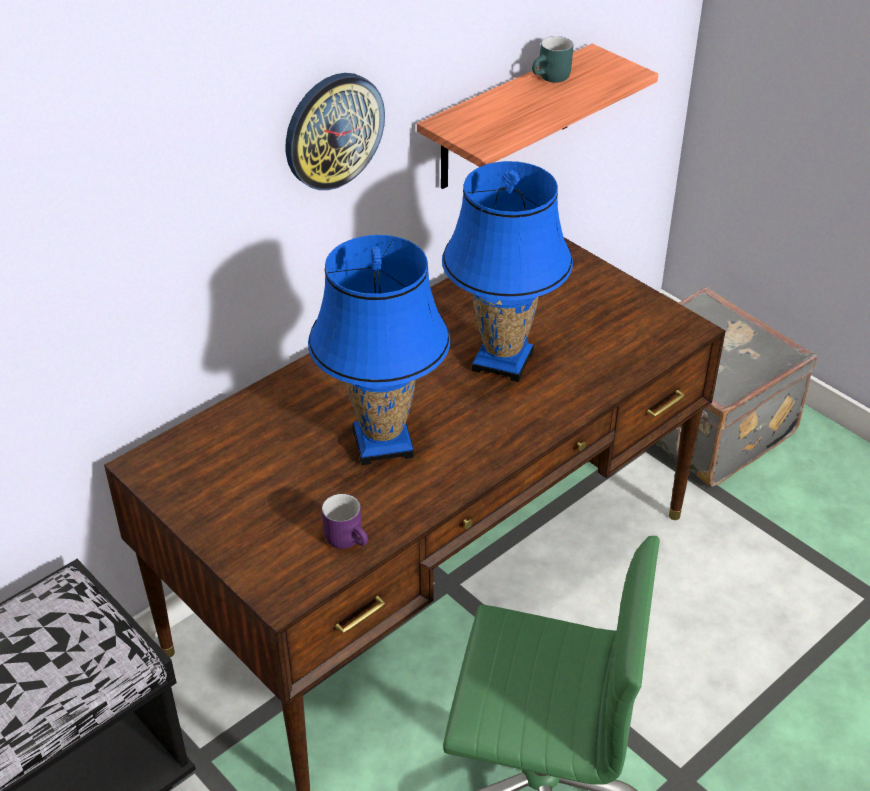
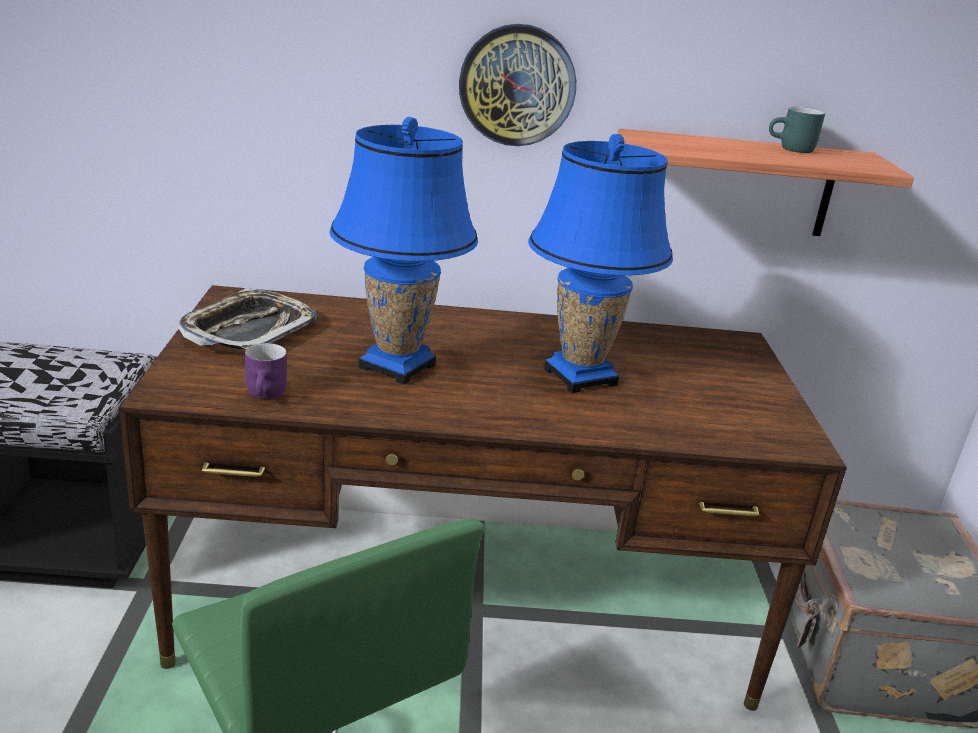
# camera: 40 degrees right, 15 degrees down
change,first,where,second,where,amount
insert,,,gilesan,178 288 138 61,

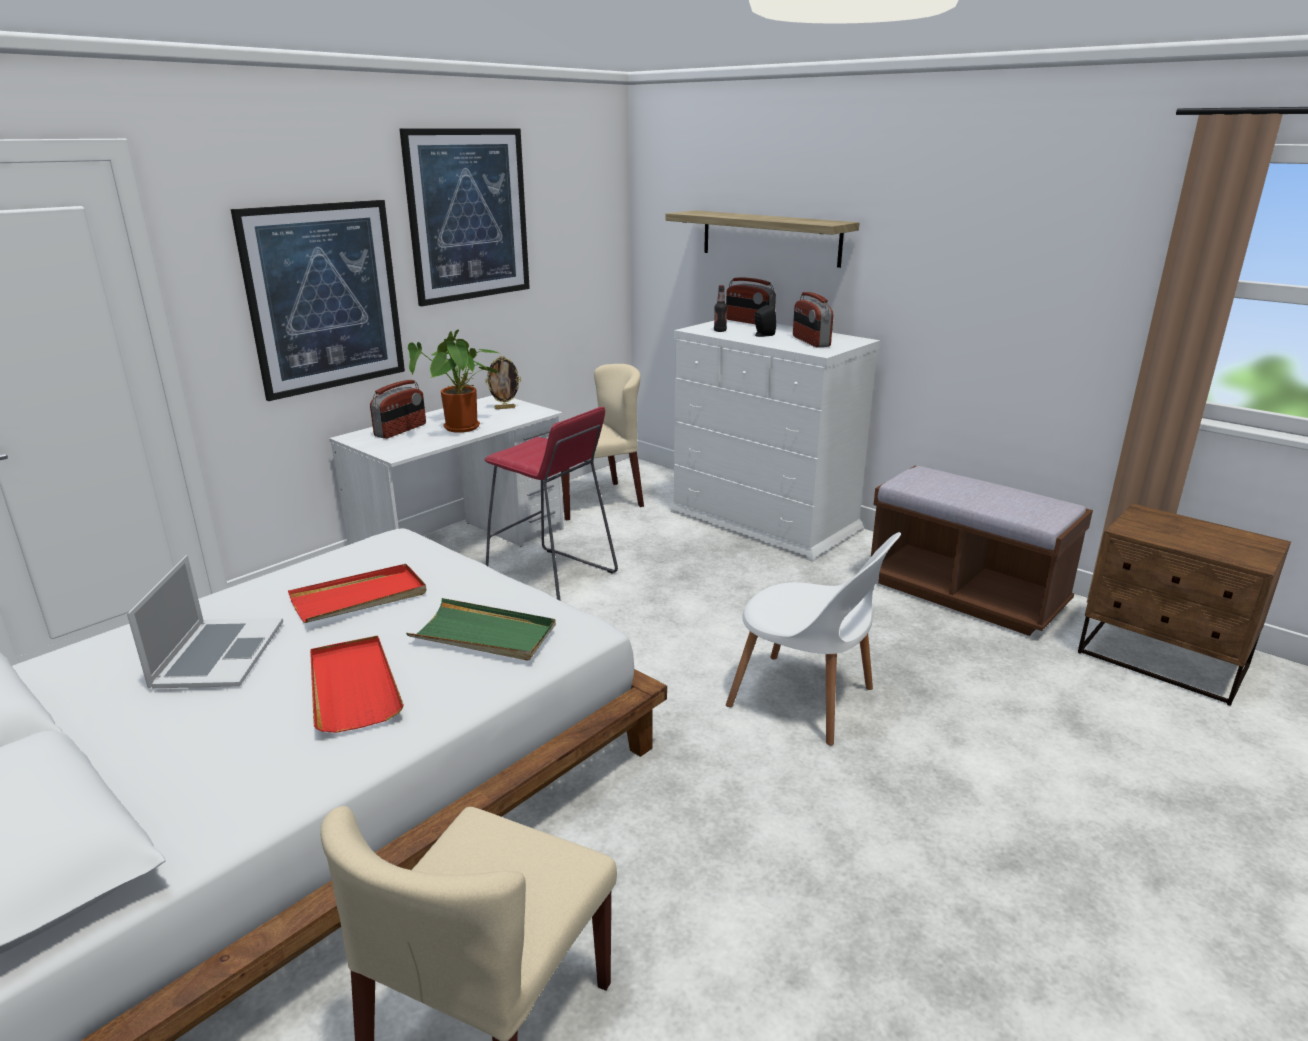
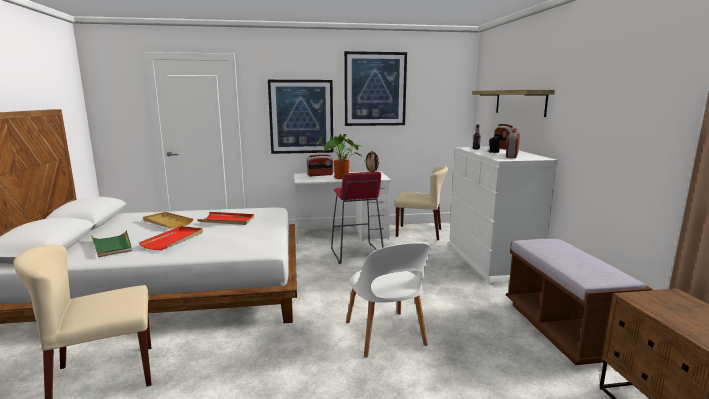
# camera: 40 degrees right, 10 degrees down
change,first,where,second,where,amount
move,green_gilesan,406 598 150 63,,91 230 41 27,
replace,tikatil,127 555 156 133,beige_gilesan,143 212 50 17,

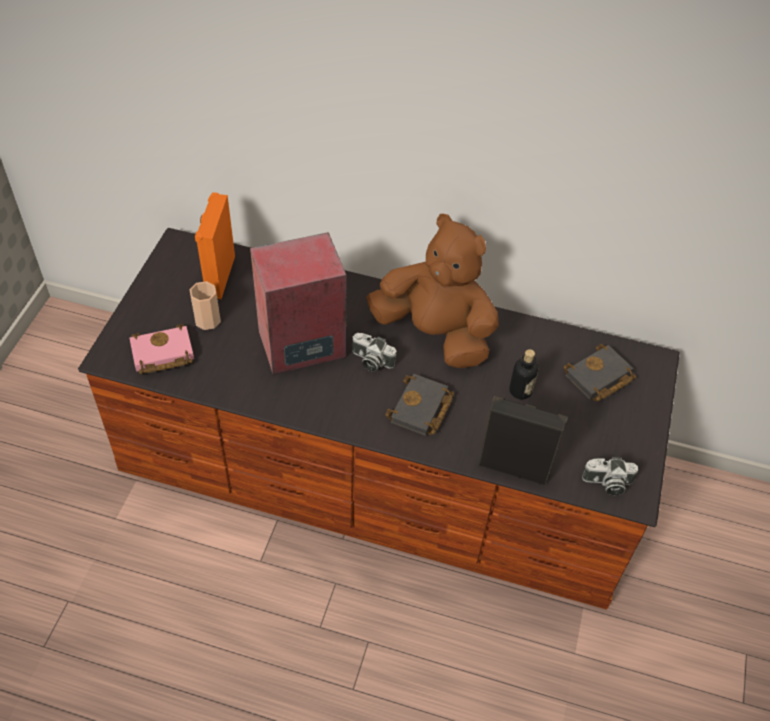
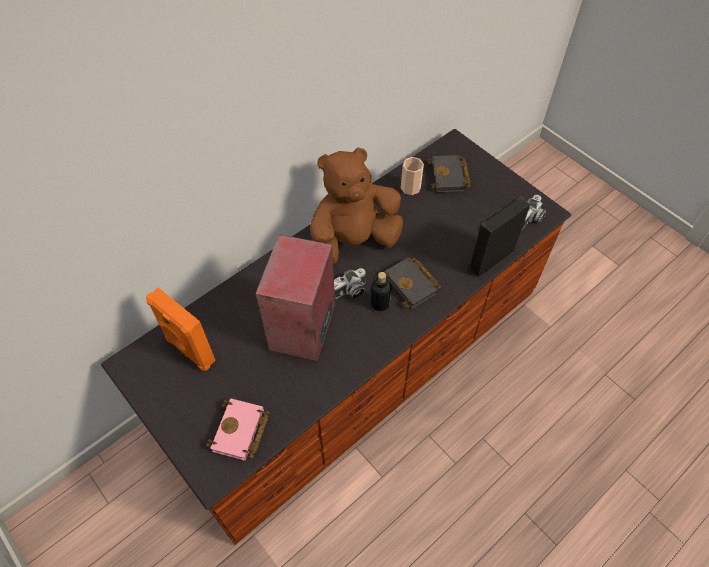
# camera: 55 degrees left, 5 degrees up
change,first,where,second,where,amount
move,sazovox,509 349 29 50,,371 272 20 39,
move,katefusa,190 281 31 49,,401 157 23 38,

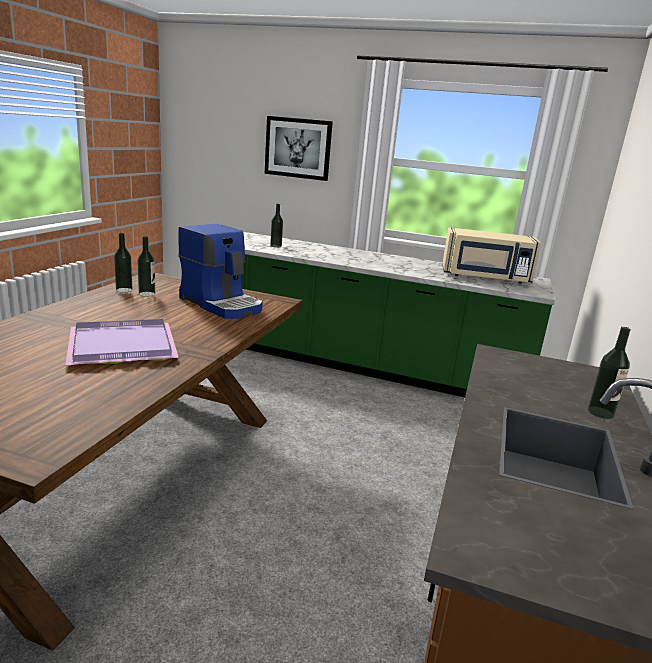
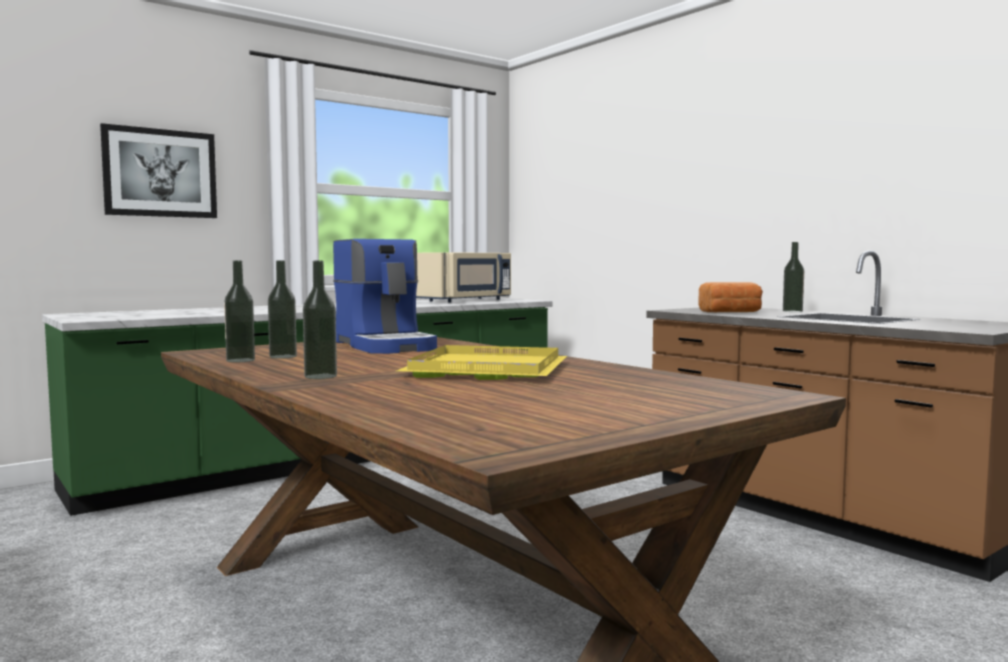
# camera: 55 degrees left, 15 degrees down
change,first,where,second,where,amount
move,sazovox,270 204 13 44,,303 261 34 118,
rotate,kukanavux,178 224 85 95,,333 239 104 115,75 degrees clockwise
recolor,purple_gilesan,66 319 113 46,yellow_gilesan,397 345 170 35,
insert,,,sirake,698 282 65 30,

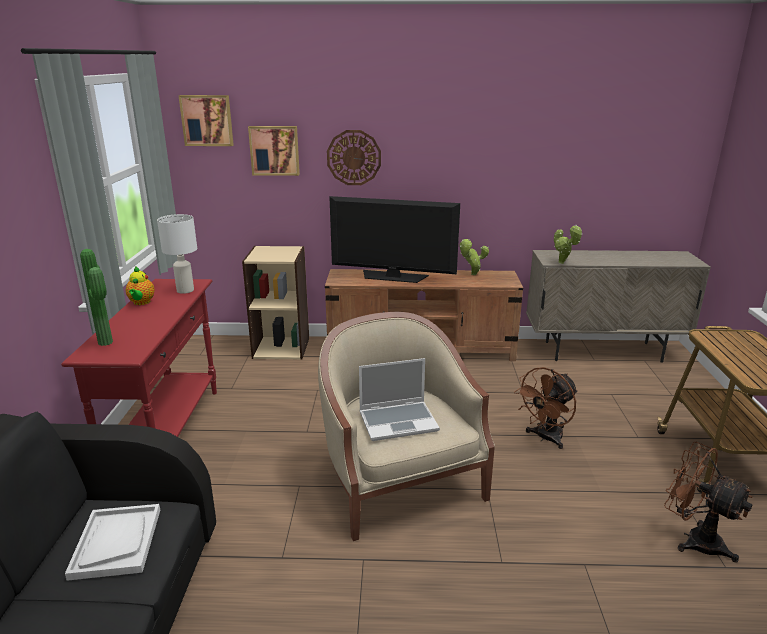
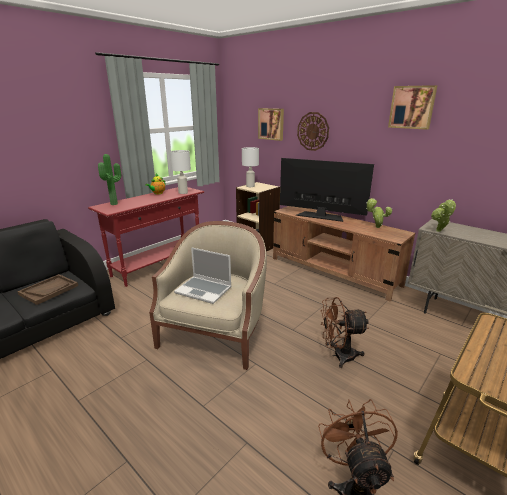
# camera: 40 degrees right, 0 degrees up
change,first,where,second,where,amount
recolor,white_gilesan,65 504 95 77,brown_gilesan,17 274 61 31,
insert,,,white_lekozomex,242 147 17 40,
rotate,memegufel,329 196 131 87,,280 158 94 64,150 degrees clockwise
move,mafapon,178 95 56 51,,388 85 50 45,

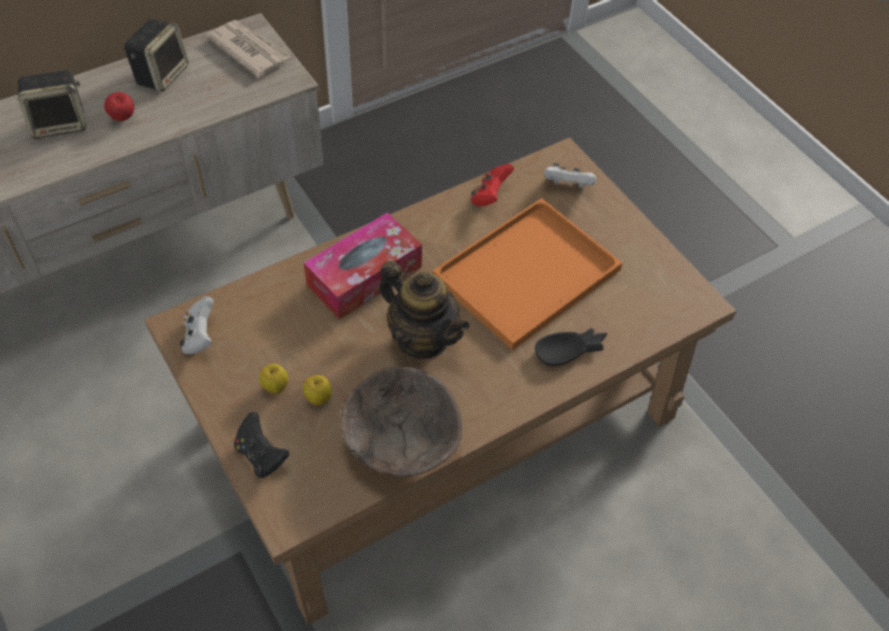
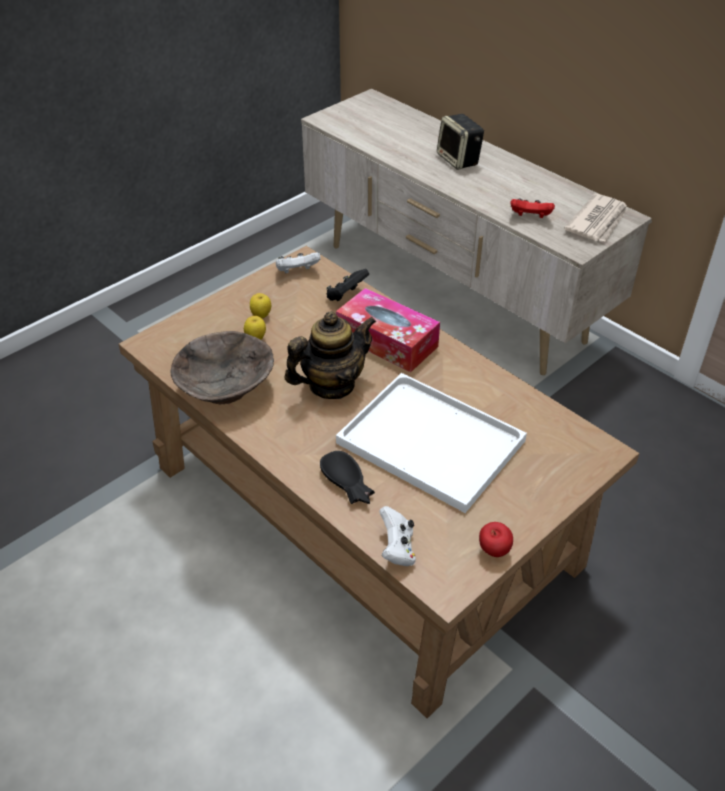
# camera: 80 degrees right, 10 degrees down
change,first,where,second,where,amount
rotate,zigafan,379 261 90 98,,284 311 92 88,150 degrees counterclockwise
move,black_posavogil,234 412 55 66,,326 269 43 32,
recolor,orange_gilesan,433 198 189 152,white_gilesan,336 373 191 140,
move,white_posavogil,544 163 52 25,,379 506 37 60,
move,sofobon,104 92 30 29,,479 522 34 35,
move,red_posavogil,471 164 43 42,,510 198 45 20,
delete,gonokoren,124 19 64 73,,,

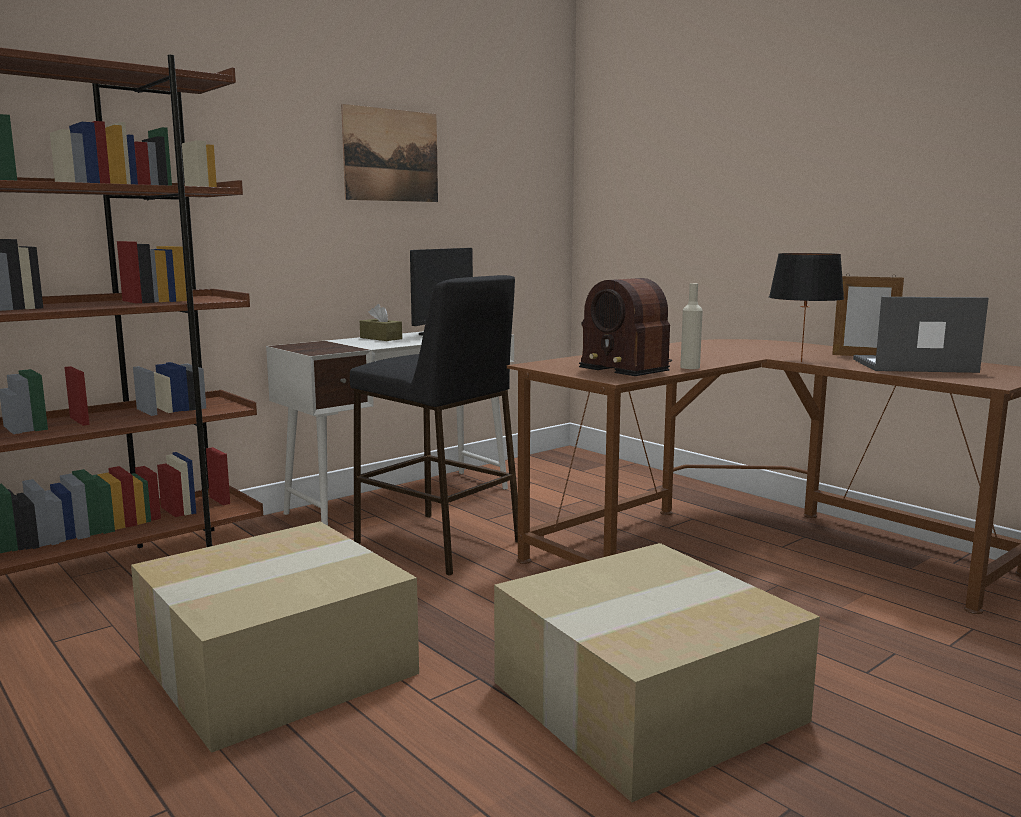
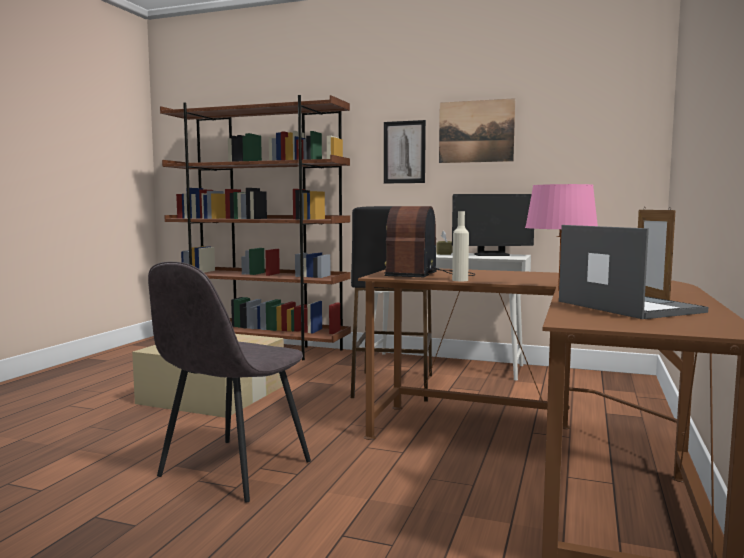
# camera: 60 degrees right, 5 degrees down
change,first,where,second,where,amount
replace,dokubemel,494 543 326 259,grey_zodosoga,148 262 163 241,
insert,,,mafapon,384 120 42 64,
recolor,black_lekozomex,769 253 75 109,pink_lekozomex,525 184 73 107,

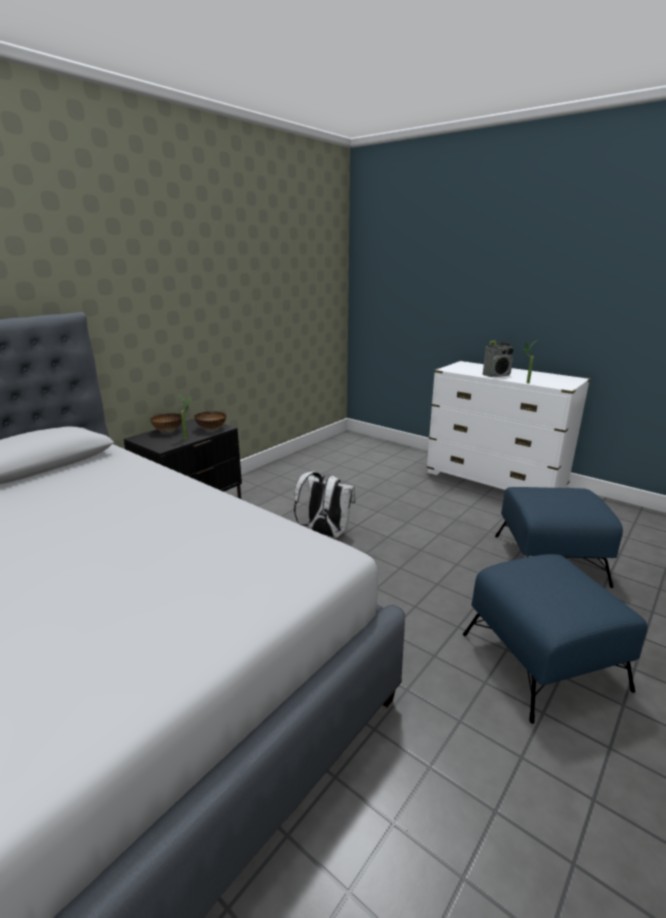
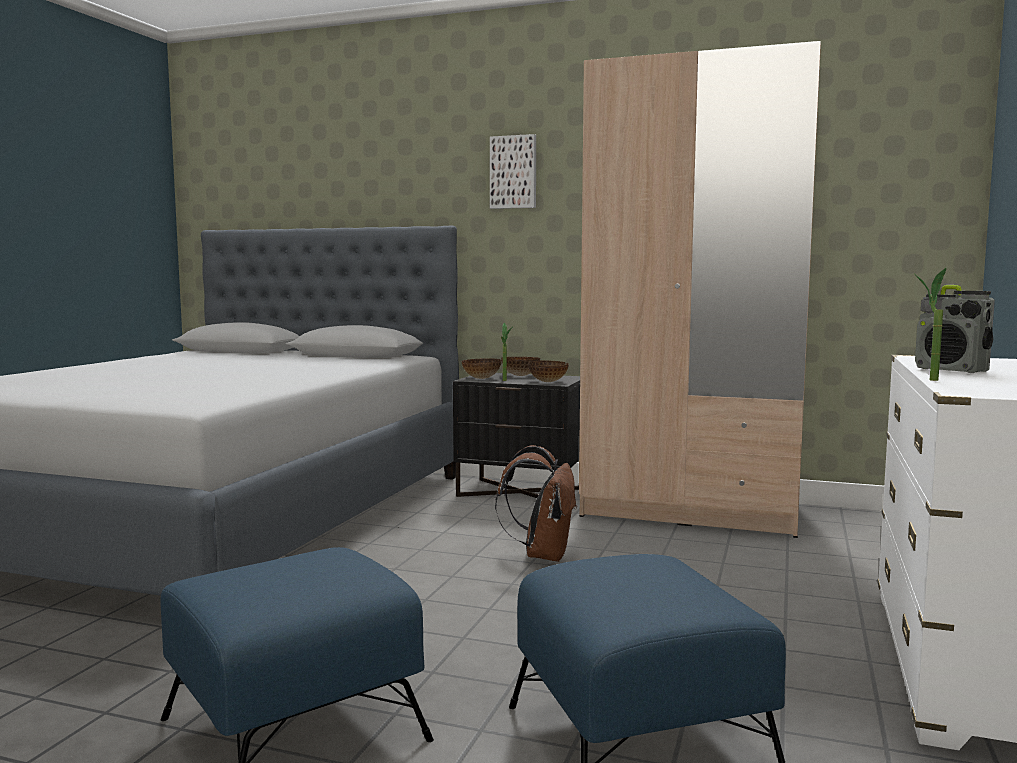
# camera: 70 degrees right, 15 degrees down
change,first,where,second,where,amount
insert,,,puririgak,462 358 40 21,
insert,,,mafapon,490 134 46 75,
recolor,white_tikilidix,294 471 62 67,brown_tikilidix,495 445 82 117,
insert,,,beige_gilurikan,579 41 242 497,

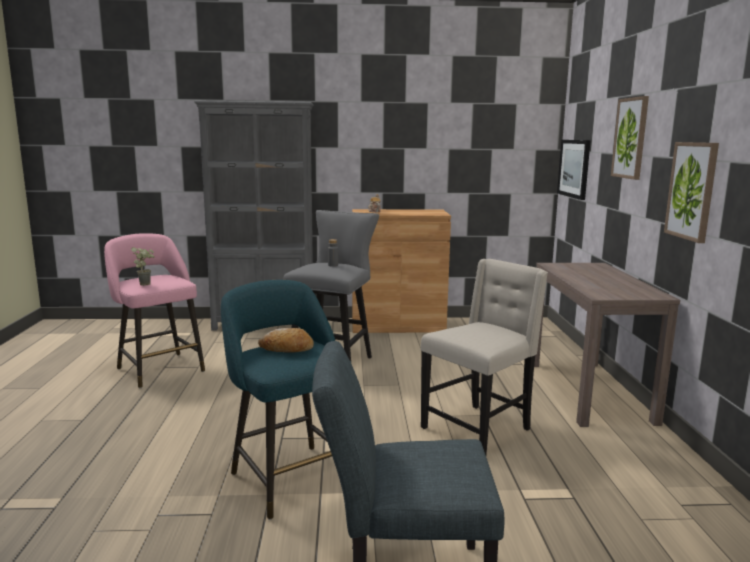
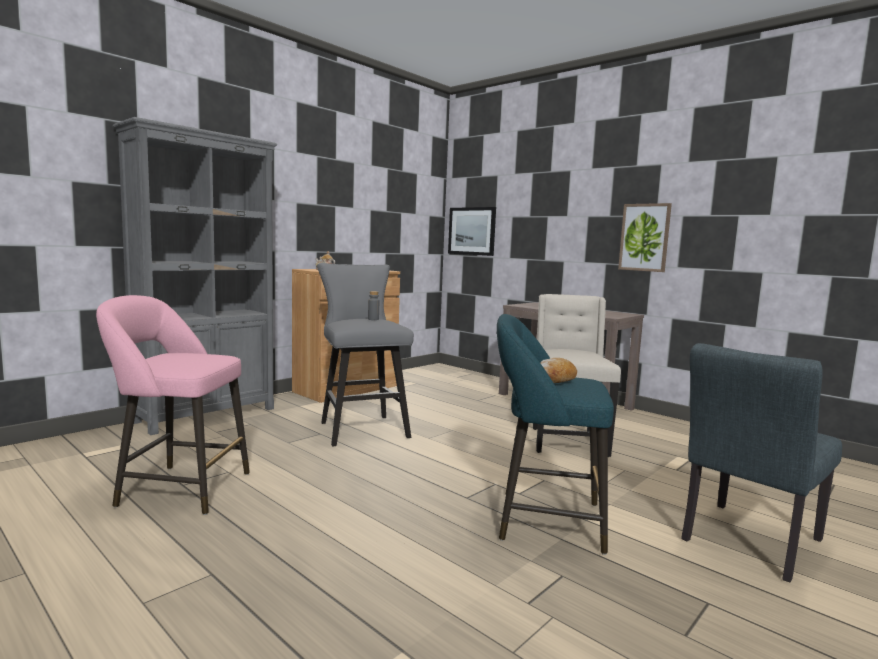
# camera: 45 degrees left, 5 degrees down
change,first,where,second,where,amount
delete,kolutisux,131 247 23 39,,,
delete,mafapon,611 96 38 84,,,

